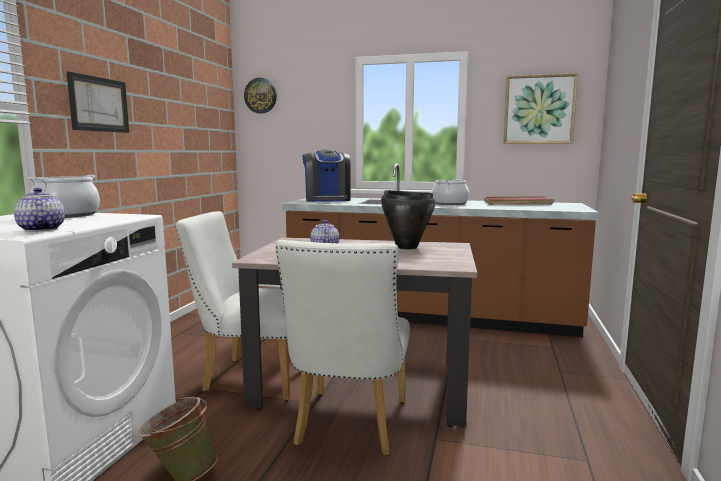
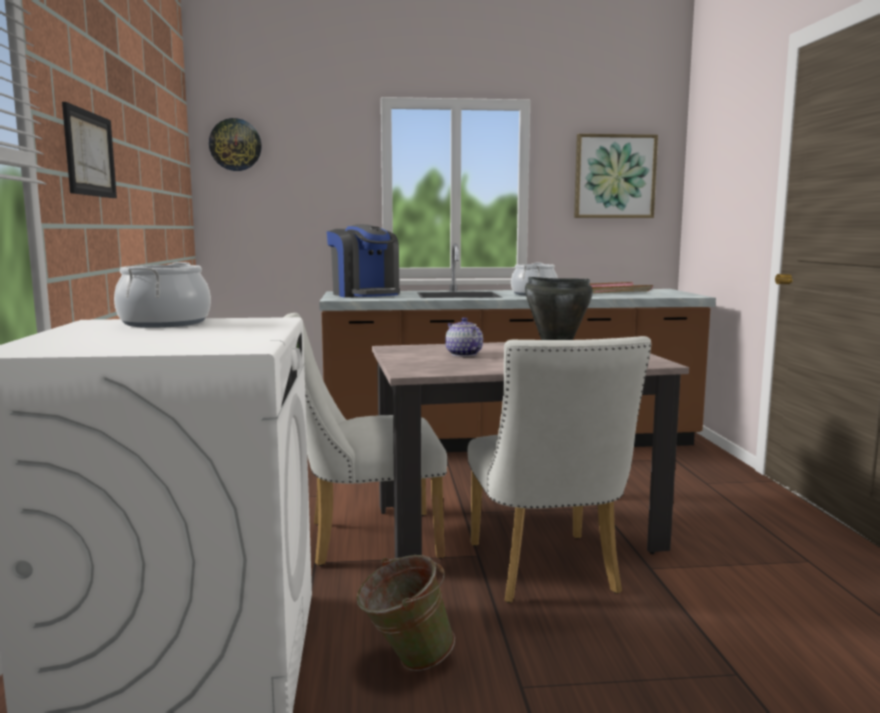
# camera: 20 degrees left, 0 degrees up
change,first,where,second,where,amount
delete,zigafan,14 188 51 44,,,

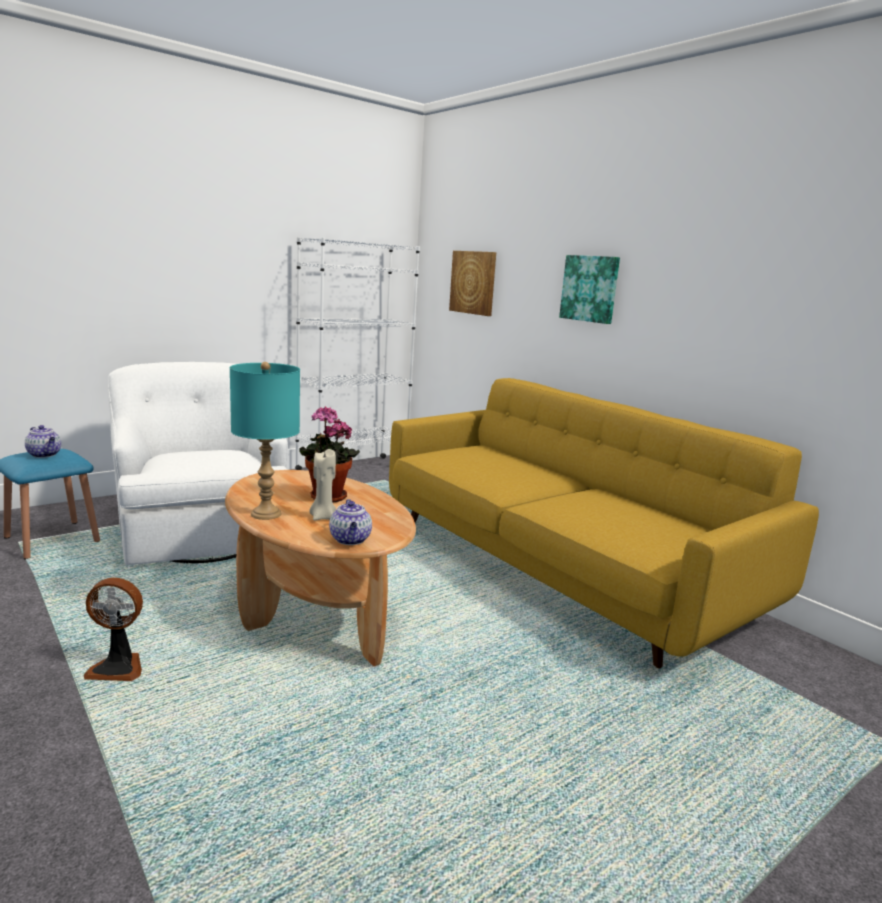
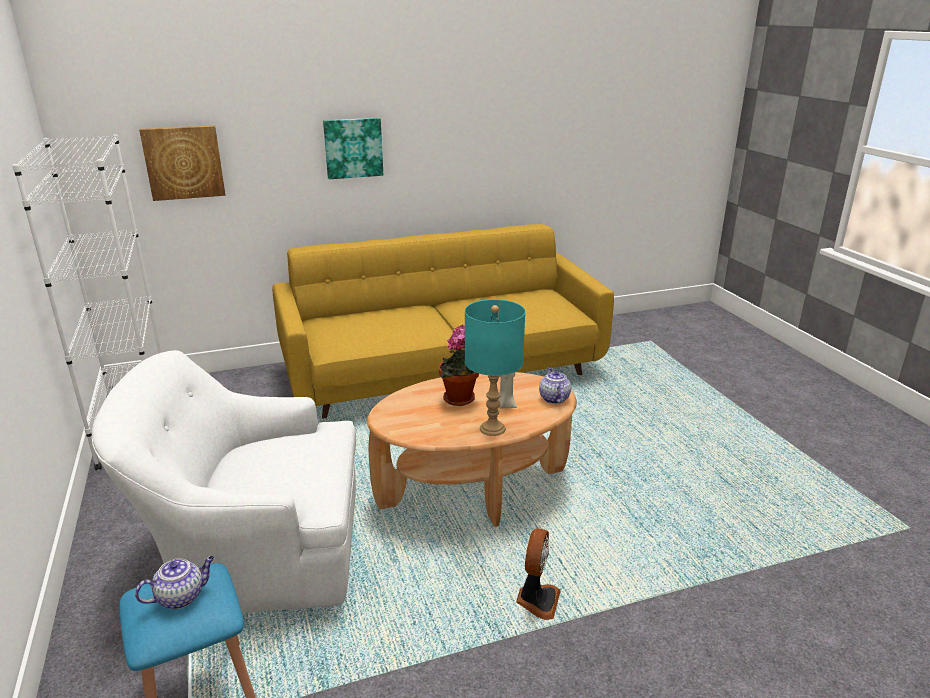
# camera: 70 degrees left, 10 degrees up
change,first,where,second,where,amount
rotate,zigafan,329 499 43 46,,539 367 32 37,105 degrees counterclockwise

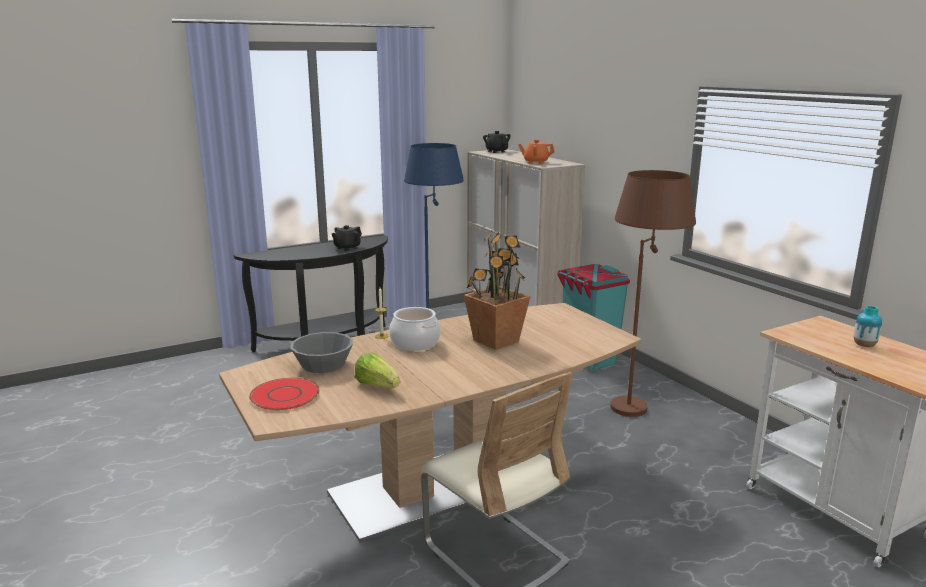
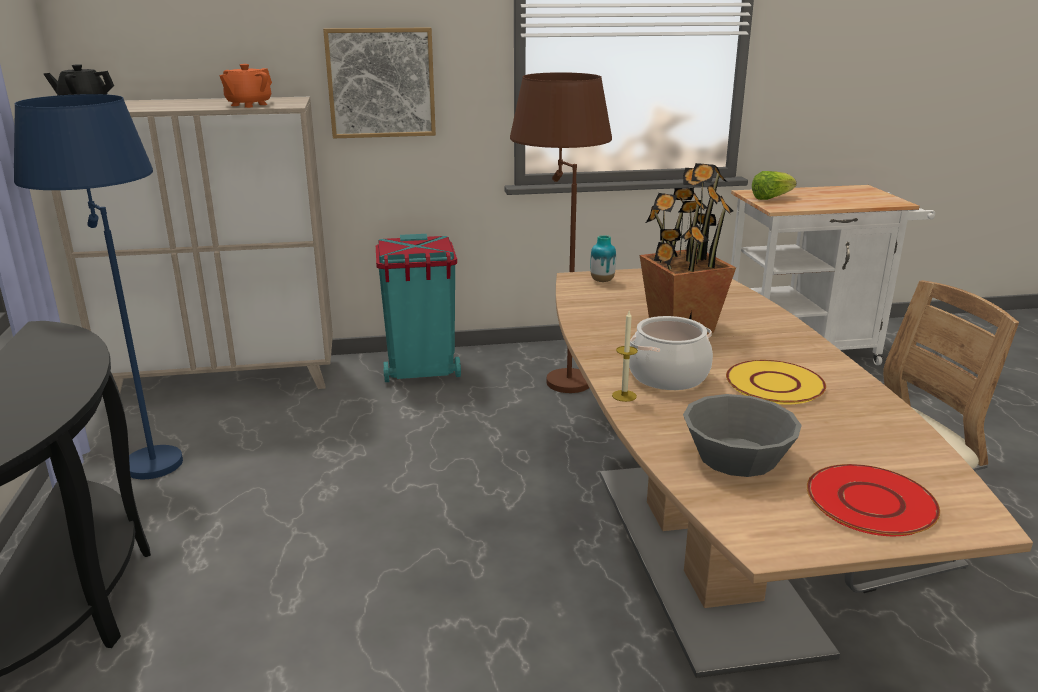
# camera: 70 degrees left, 5 degrees up
change,first,where,second,where,amount
insert,,,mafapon,323 27 113 111,
move,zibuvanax,854 306 28 41,,590 235 26 47,
insert,,,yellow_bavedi,726 360 100 45,
move,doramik,355 353 45 35,,752 171 45 29,
delete,black_zigafan,332 225 30 26,,,

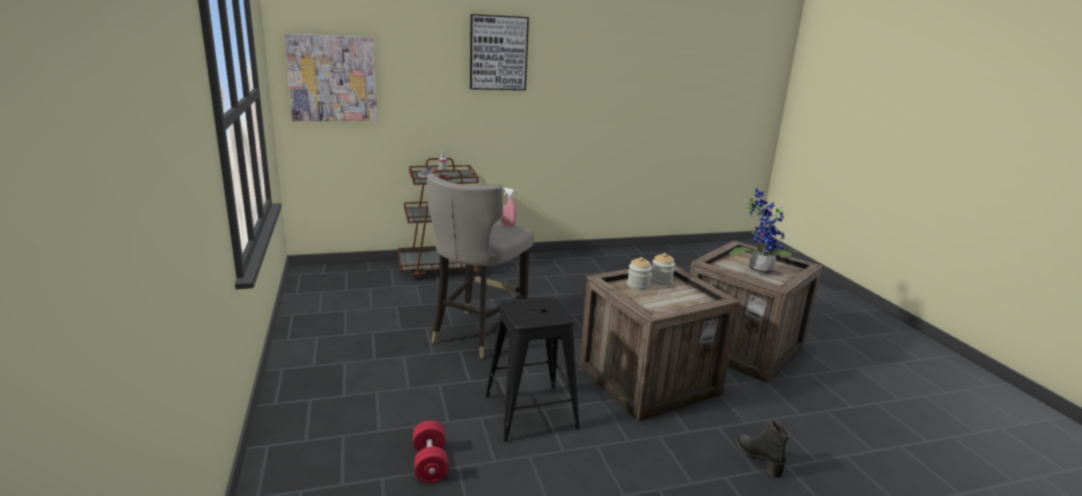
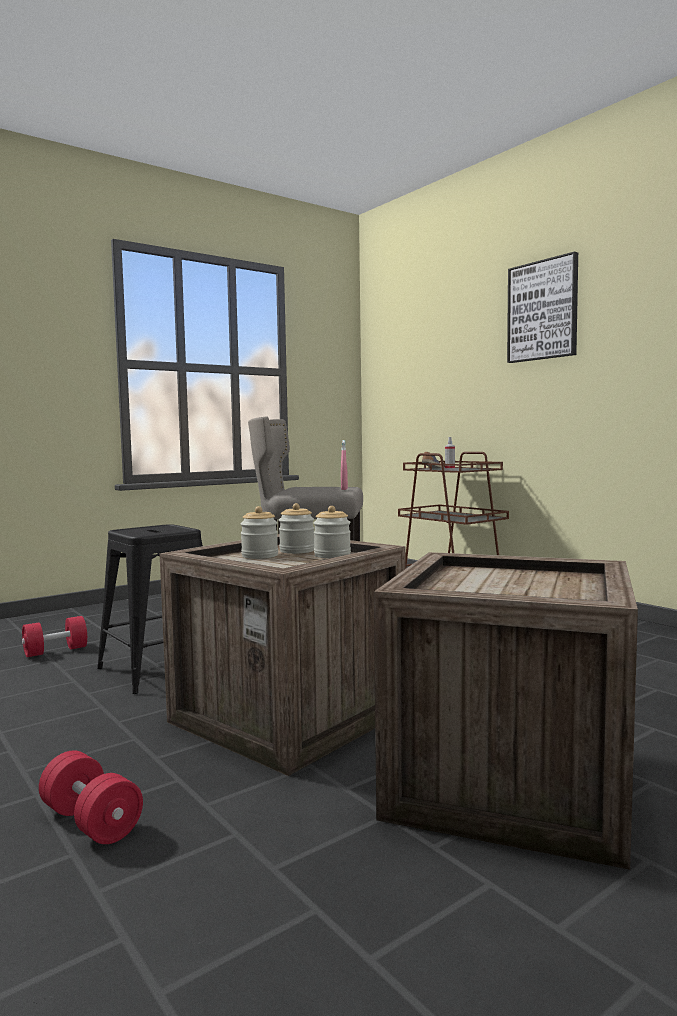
# camera: 70 degrees right, 15 degrees down
change,first,where,second,where,amount
replace,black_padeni,736 420 53 58,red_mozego,39 750 104 94,
insert,,,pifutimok,240 506 38 53,
delete,mafapon,284 34 93 87,,,
delete,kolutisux,729 188 69 87,,,

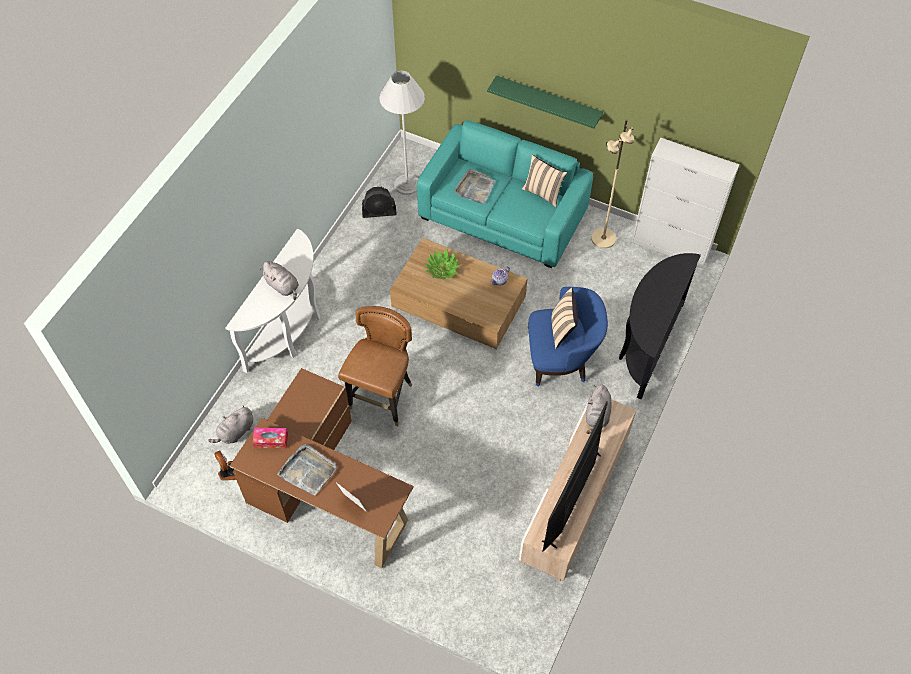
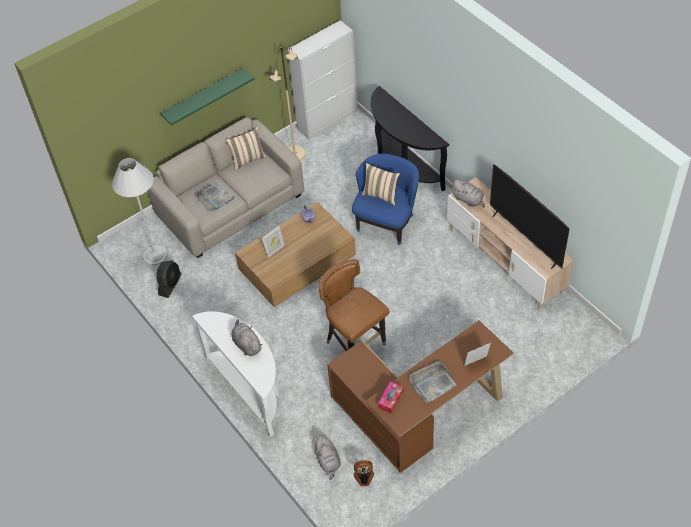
# camera: 60 degrees left, 5 degrees down
change,first,where,second,where,amount
recolor,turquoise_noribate,417 120 176 148,beige_noribate,148 118 156 141,
rotate,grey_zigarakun,260 261 39 39,,232 319 30 37,105 degrees counterclockwise
replace,kolutisux,423 250 38 30,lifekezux,262 226 23 32,

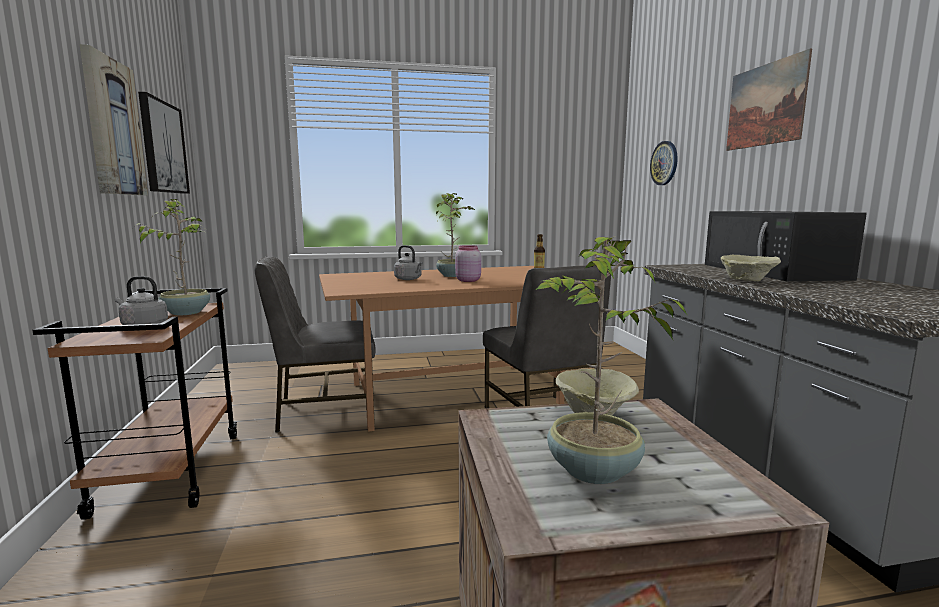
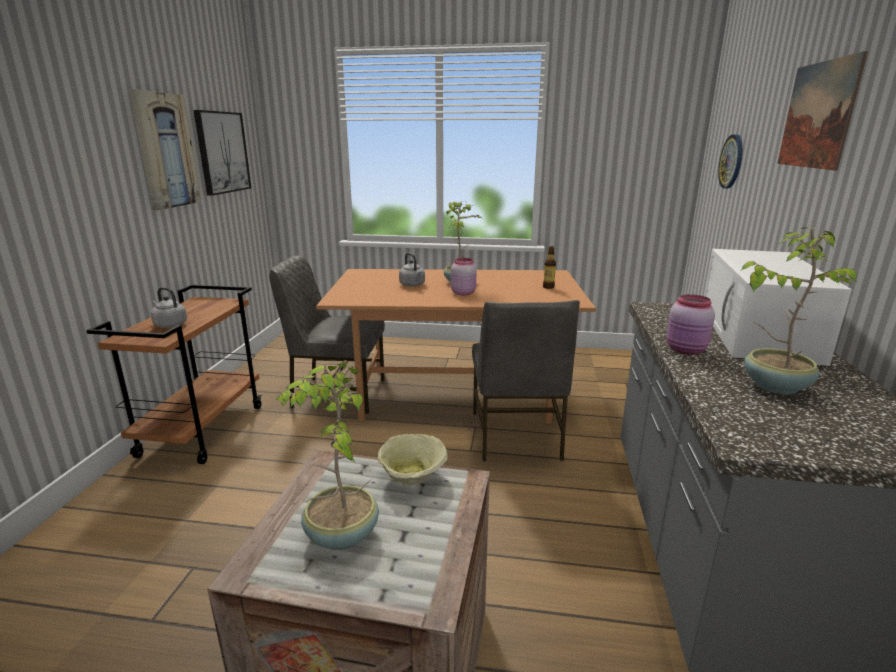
# camera: 20 degrees right, 10 degrees up
change,first,where,second,where,amount
replace,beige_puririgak,721 254 60 28,pink_pifutimok,666 294 49 61,
recolor,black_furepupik,705 211 162 70,white_furepupik,704 249 148 117,
move,kolutisux,133 199 77 116,,741 227 116 167,

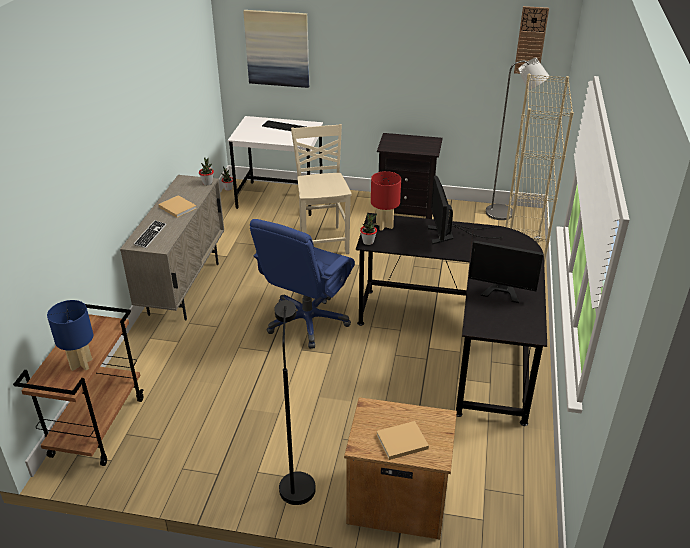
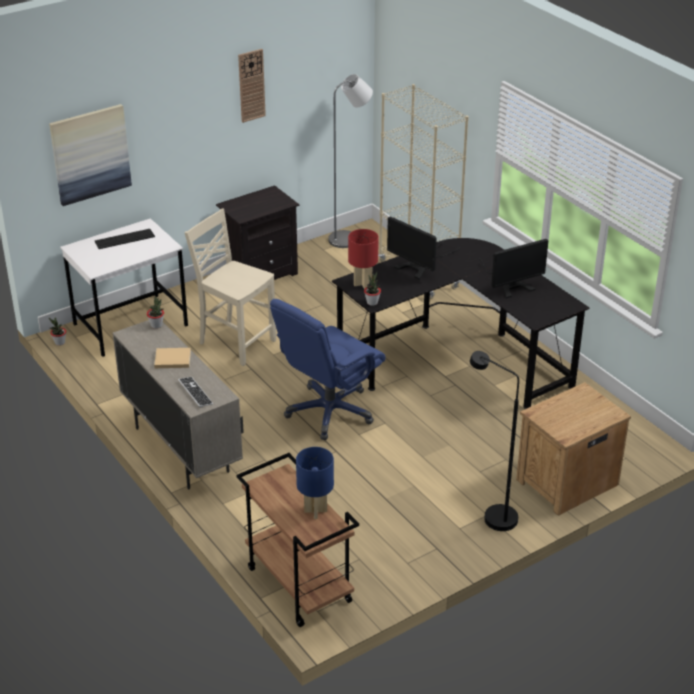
# camera: 45 degrees left, 0 degrees up
change,first,where,second,where,amount
move,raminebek,514 6 35 68,,238 49 28 74,
rotate,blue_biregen,250 219 105 130,,270 299 115 141,60 degrees clockwise
delete,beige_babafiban,376 421 53 39,,,

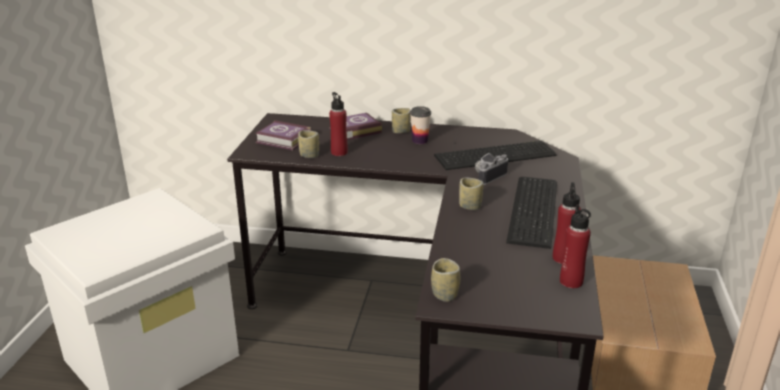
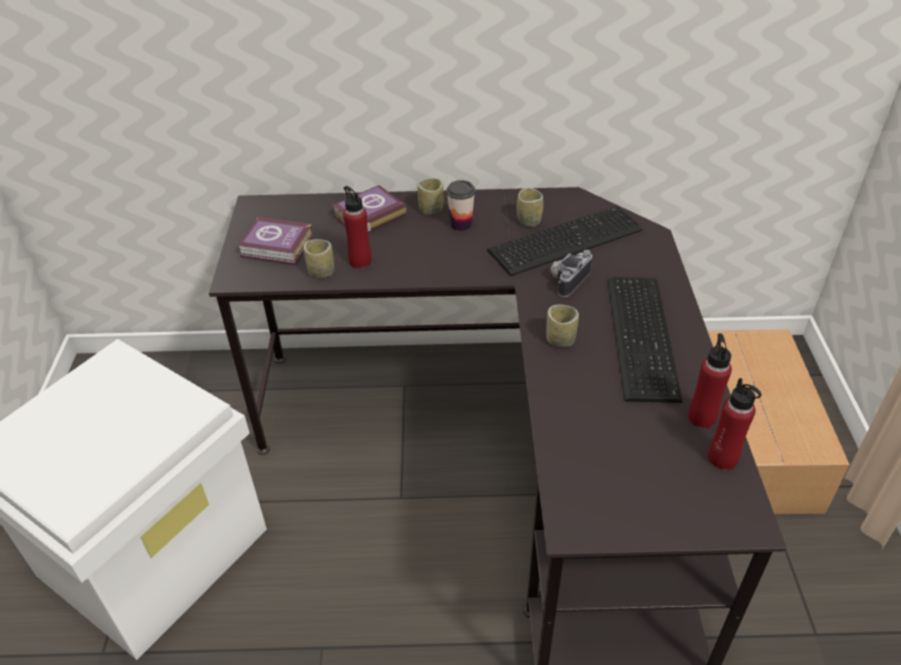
# camera: 10 degrees left, 15 degrees up
change,first,where,second,where,amount
move,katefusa,431 258 29 44,,517 188 26 39,

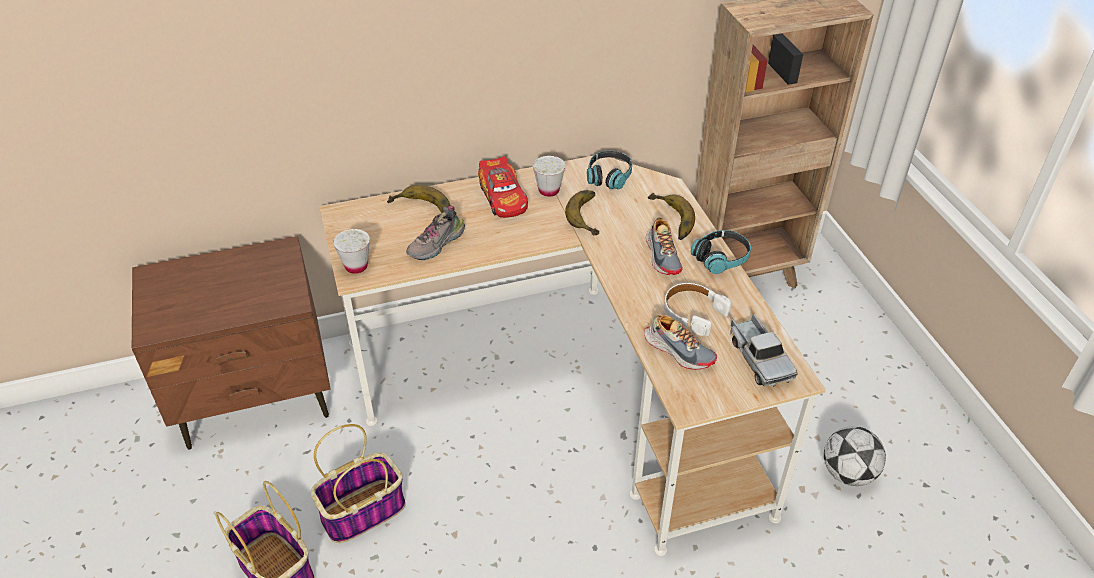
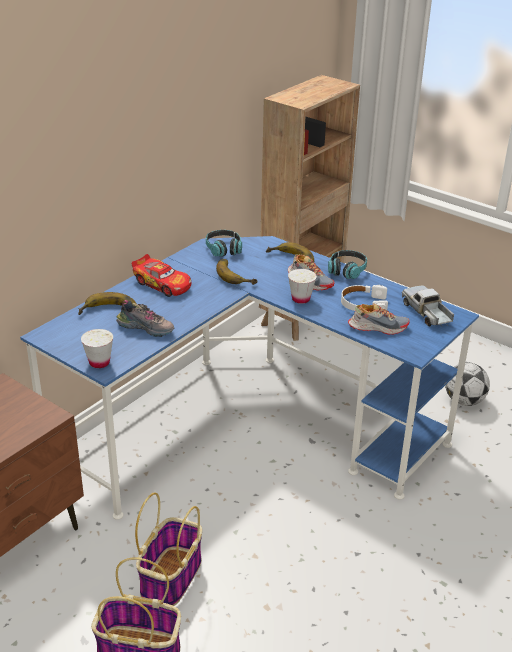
# camera: 35 degrees left, 10 degrees down
change,first,where,second,where,amount
recolor,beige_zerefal,319 156 507 400,blue_zerefal,20 236 459 284,
rotate,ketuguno,406 206 59 54,,116 300 59 37,75 degrees counterclockwise
move,white_katefusa,533 156 33 41,,288 269 29 35,
rotate,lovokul,730 313 68 74,,402 285 52 42,150 degrees counterclockwise

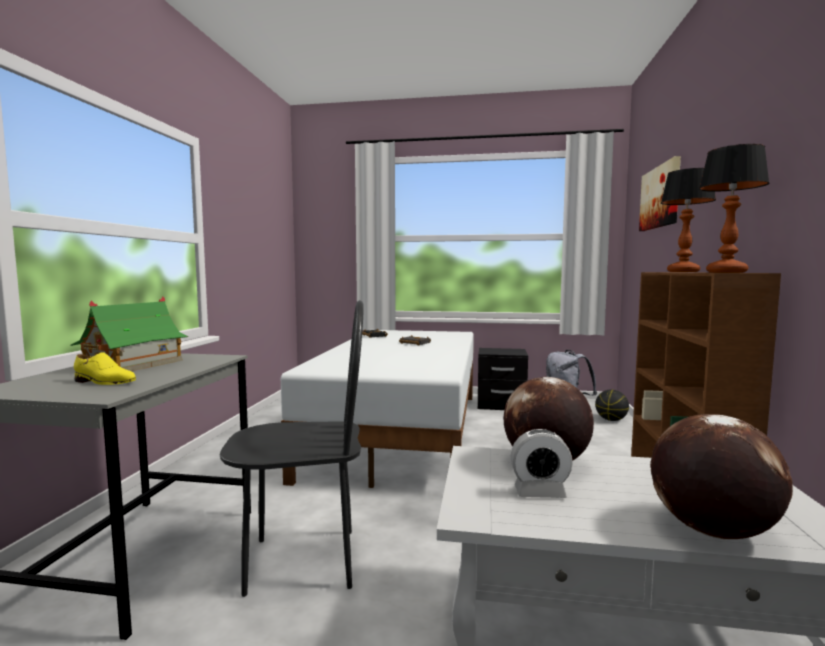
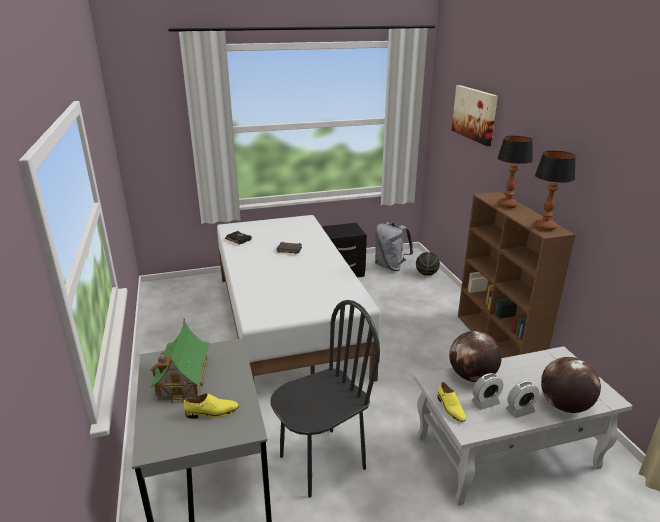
# camera: 25 degrees left, 20 degrees up
change,first,where,second,where,amount
insert,,,yellow_ketuguno,437 382 29 40,
insert,,,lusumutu,506 381 33 37,

